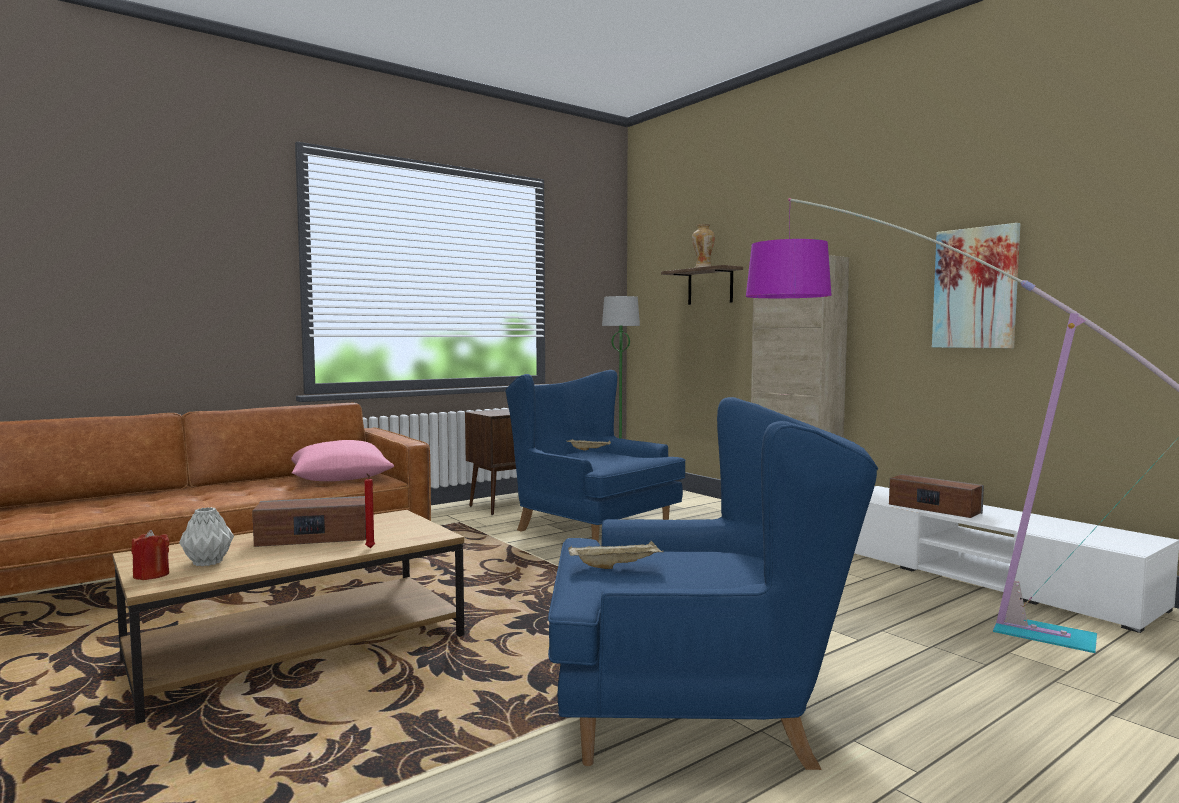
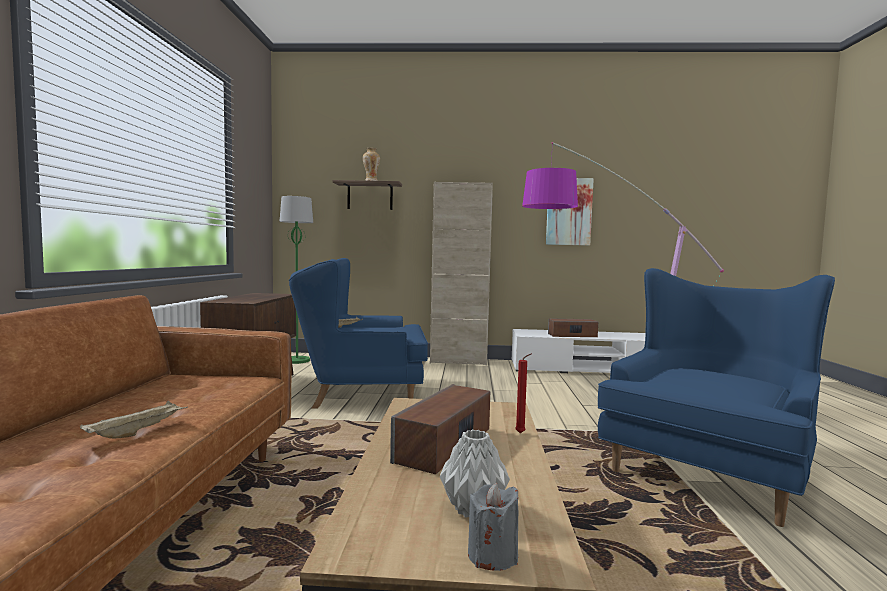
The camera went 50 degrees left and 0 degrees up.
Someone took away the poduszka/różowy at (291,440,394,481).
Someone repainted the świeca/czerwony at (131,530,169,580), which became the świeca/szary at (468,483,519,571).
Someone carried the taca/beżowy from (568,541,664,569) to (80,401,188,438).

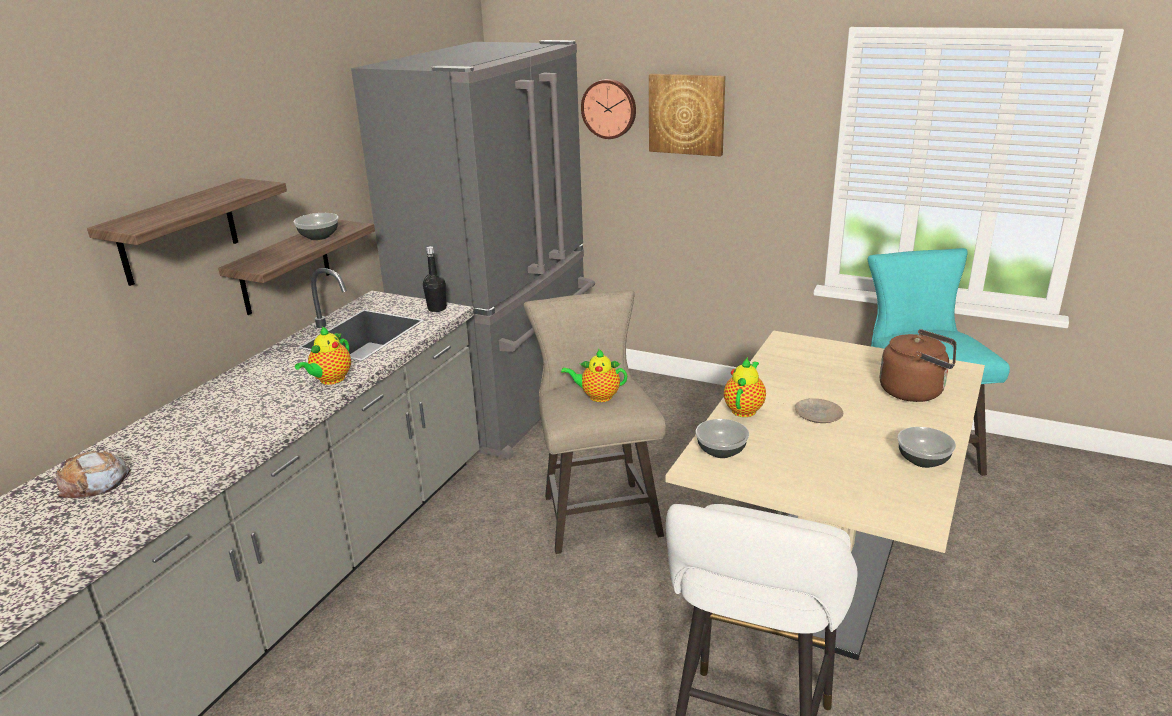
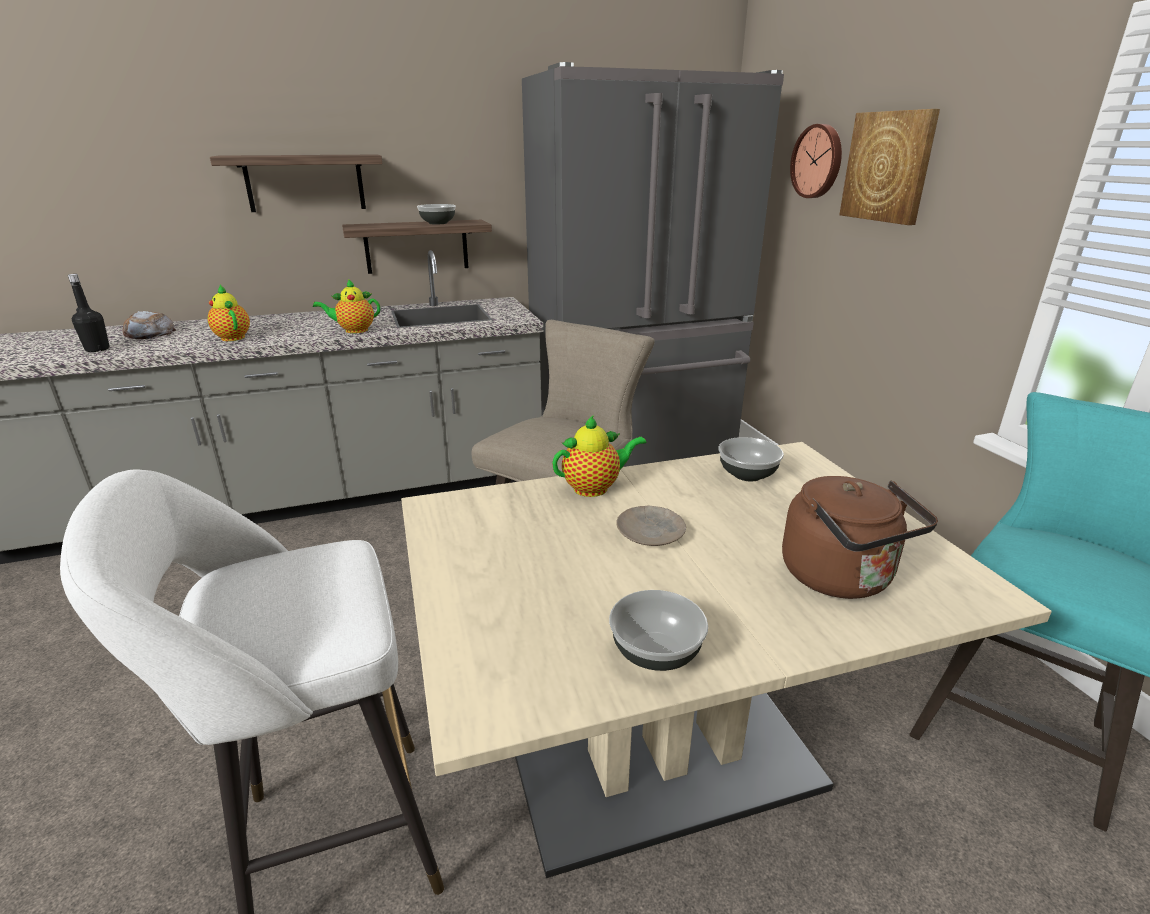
The camera went 45 degrees right and 0 degrees up.
Someone carried the butelka/czarny from (423,246,447,312) to (68,274,110,352).
Someone carried the imbryk from (561,349,627,402) to (208,285,250,341).
Someone carried the miska from (695,419,749,458) to (718,437,784,481).

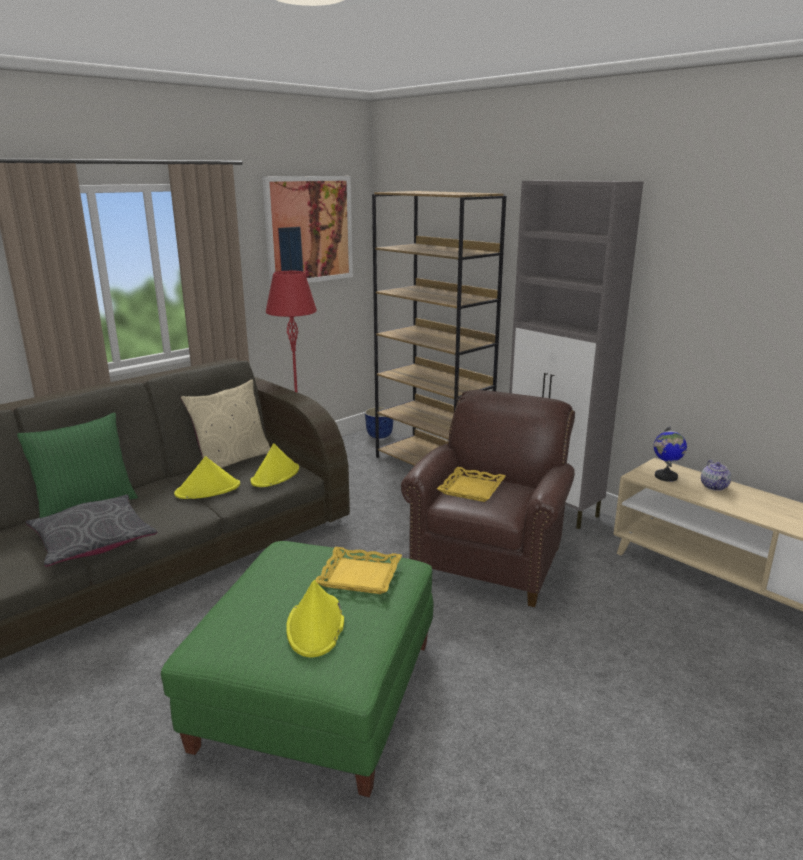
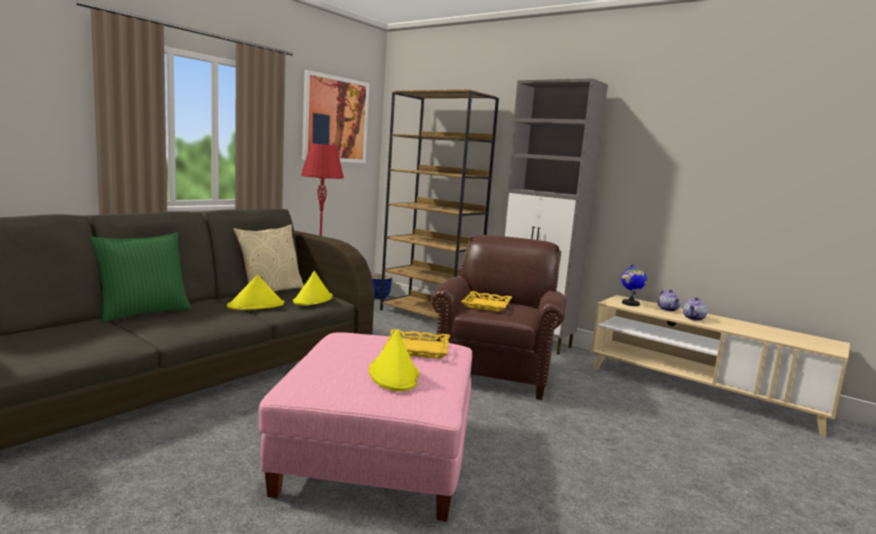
The camera went 10 degrees left and 10 degrees down.
Someone took away the poduszka/szary at (25,495,157,567).
Someone repainted the pufa/zielony at (161,541,433,797), which became the pufa/różowy at (259,332,472,521).
Someone put down the imbryk at (683,297,708,321).

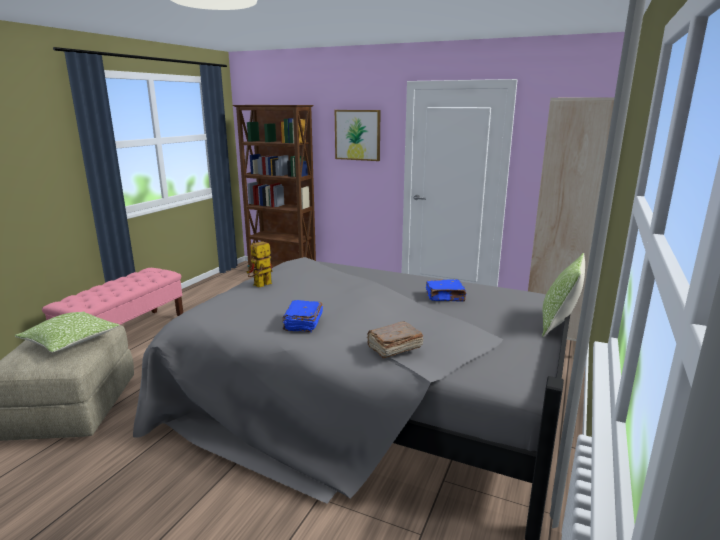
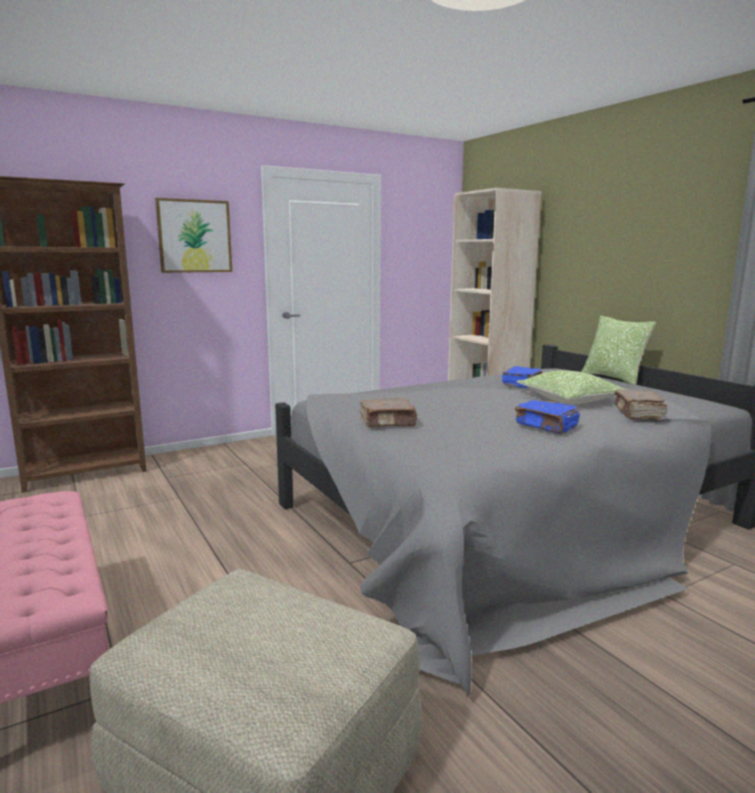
The camera went 55 degrees left and 5 degrees down.
Someone swapped the robot zabawkowy at (246,241,273,287) for the książka/brązowy at (360,398,418,427).
Someone carried the poduszka from (15,311,120,353) to (516,371,629,404).

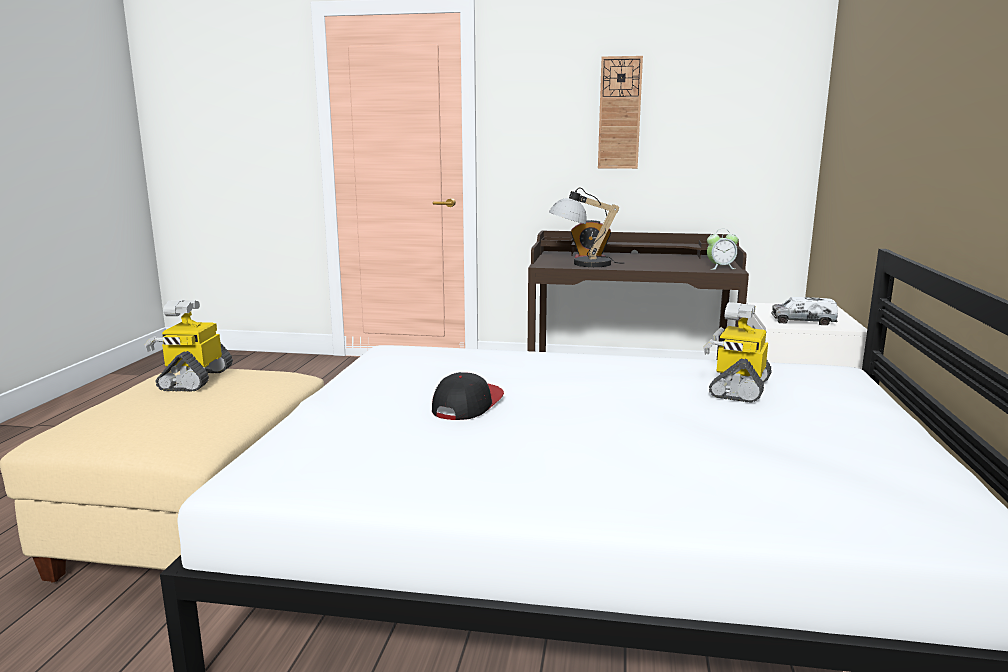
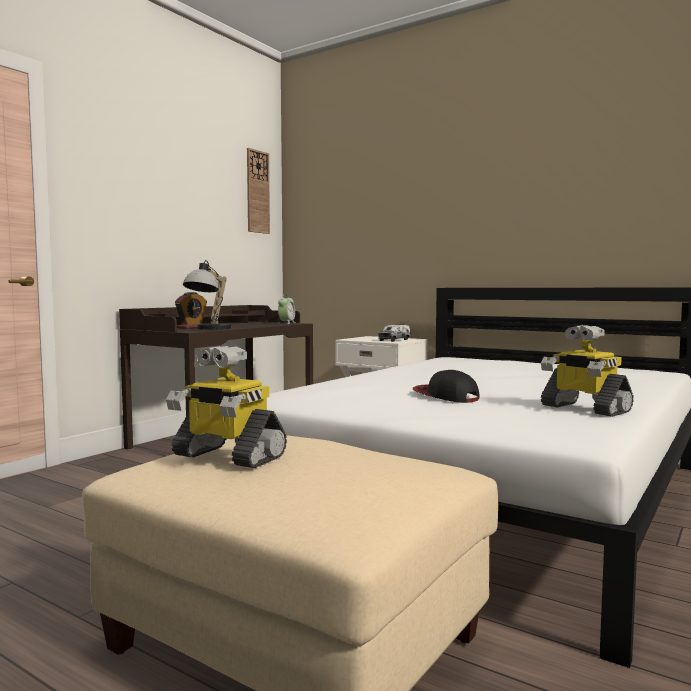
The camera went 65 degrees left and 10 degrees down.
Someone carried the zegar ścienny from (598,56,643,169) to (247,148,270,234).
Someone carried the robot zabawkowy from (703,302,772,402) to (541,325,634,417).

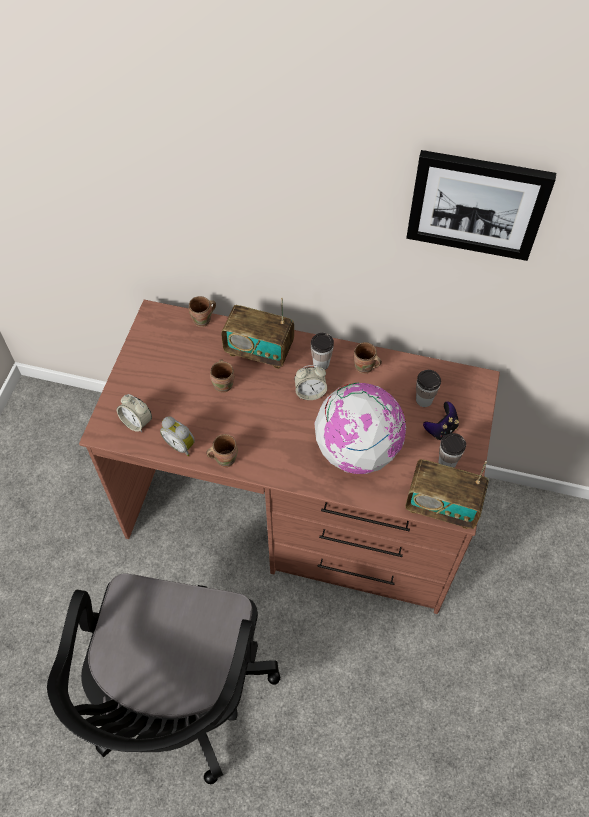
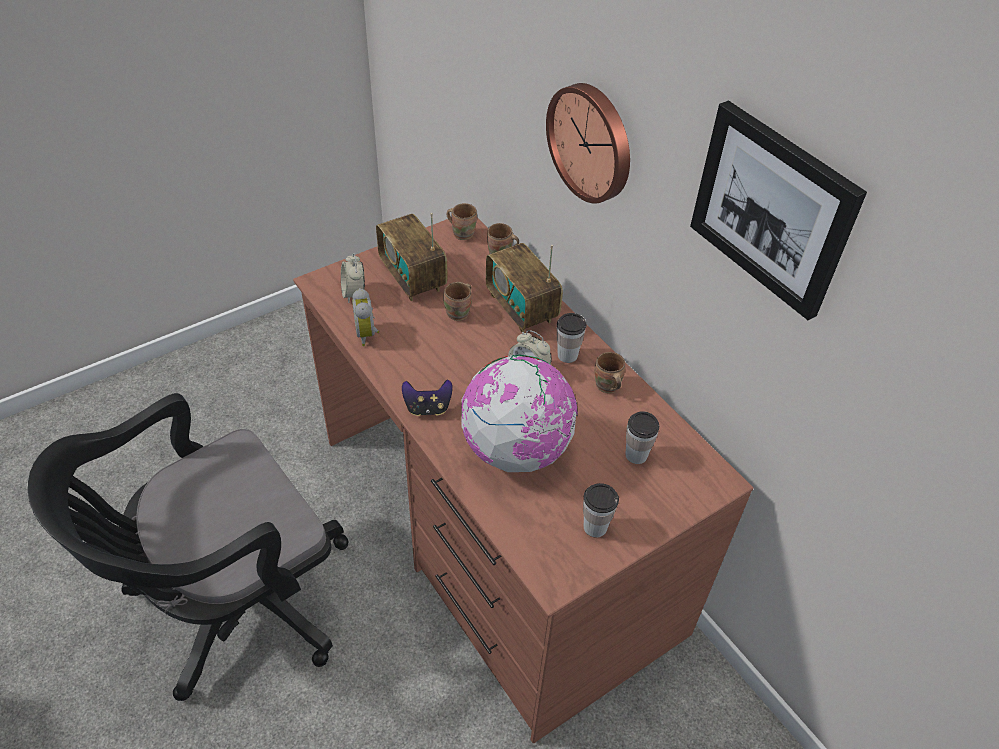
The camera went 40 degrees right and 10 degrees down.
Someone carried the pad do gier from (423,401,459,440) to (402,380,453,416).
Someone carried the kubek/brązowy from (206,434,238,467) to (447,203,477,240).
Someone carried the radio from (405,459,489,529) to (376,213,448,301).
Someone put up the zegar ścienny at (546,83,630,203).

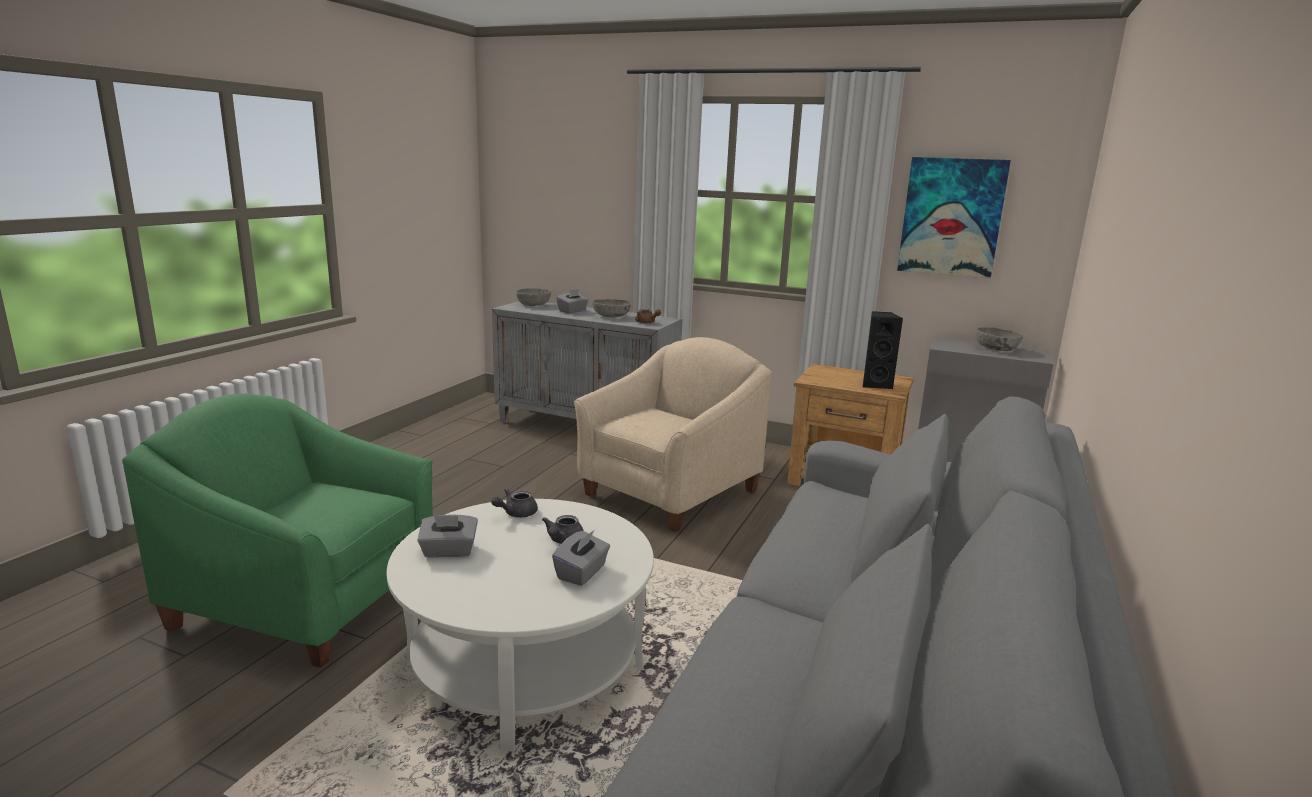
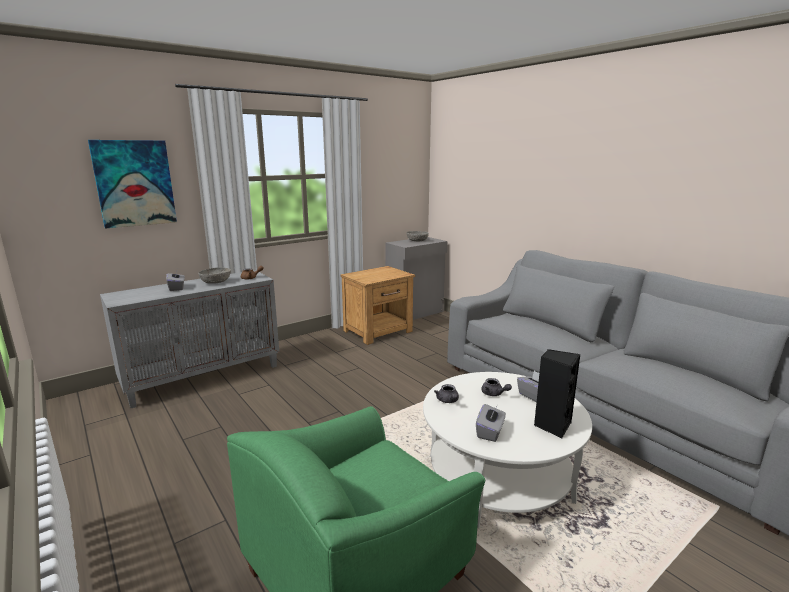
The camera went 60 degrees left and 0 degrees up.
Someone carried the obraz from (897,157,1011,279) to (88,140,177,229).
Someone took away the miska/szary at (516,288,551,306).
Someone carried the głośnik/czarny from (863,311,903,389) to (534,349,580,438).
Someone took away the fotel/beżowy at (574,337,772,532).

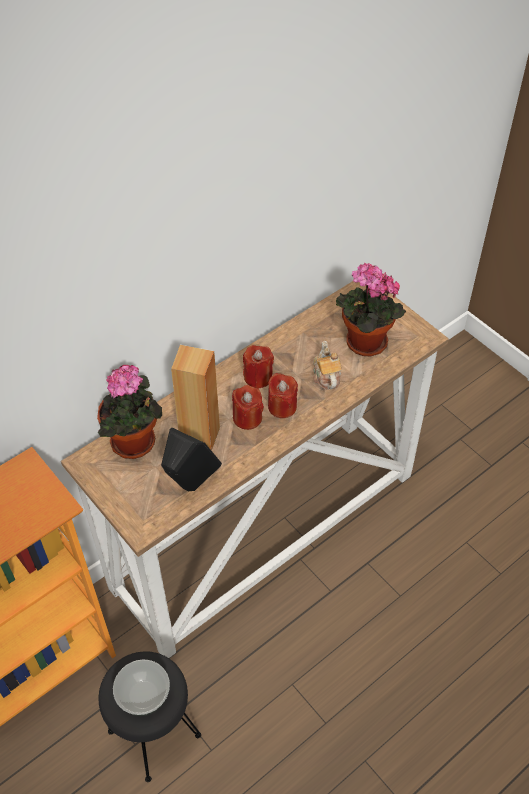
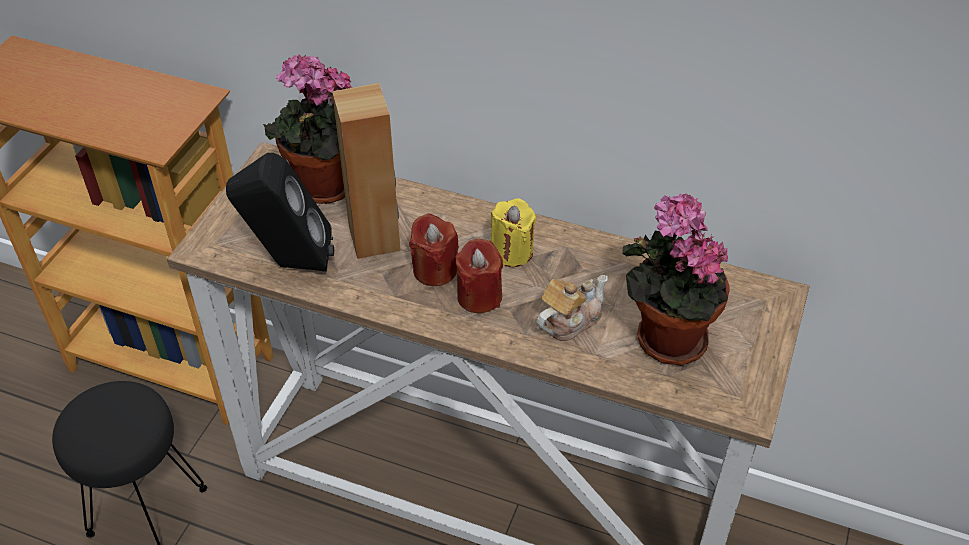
The camera went 60 degrees right and 5 degrees down.
Someone repainted the świeca/czerwony at (243,345,274,388), which became the świeca/żółty at (491,198,537,267).
Someone took away the miska at (113,660,170,716).

